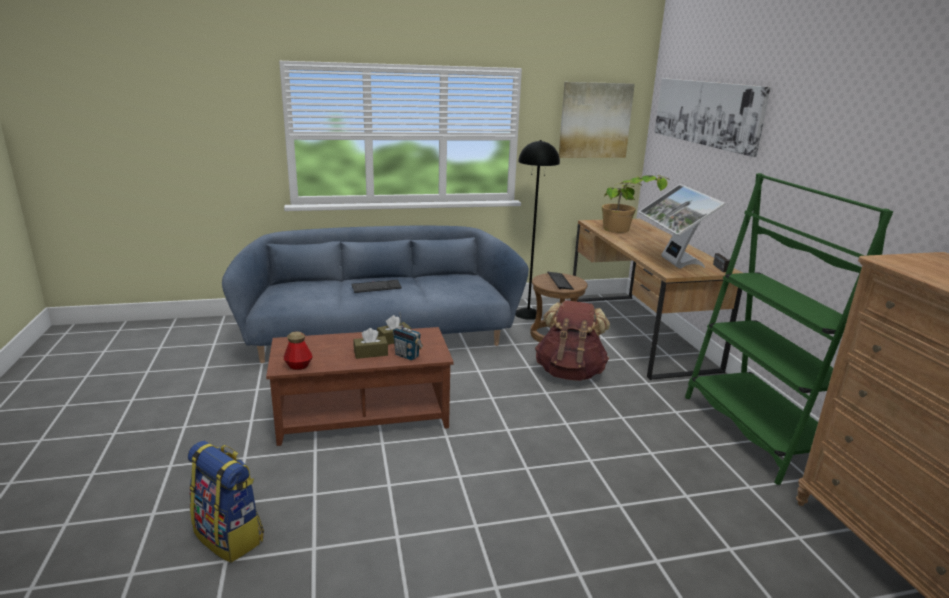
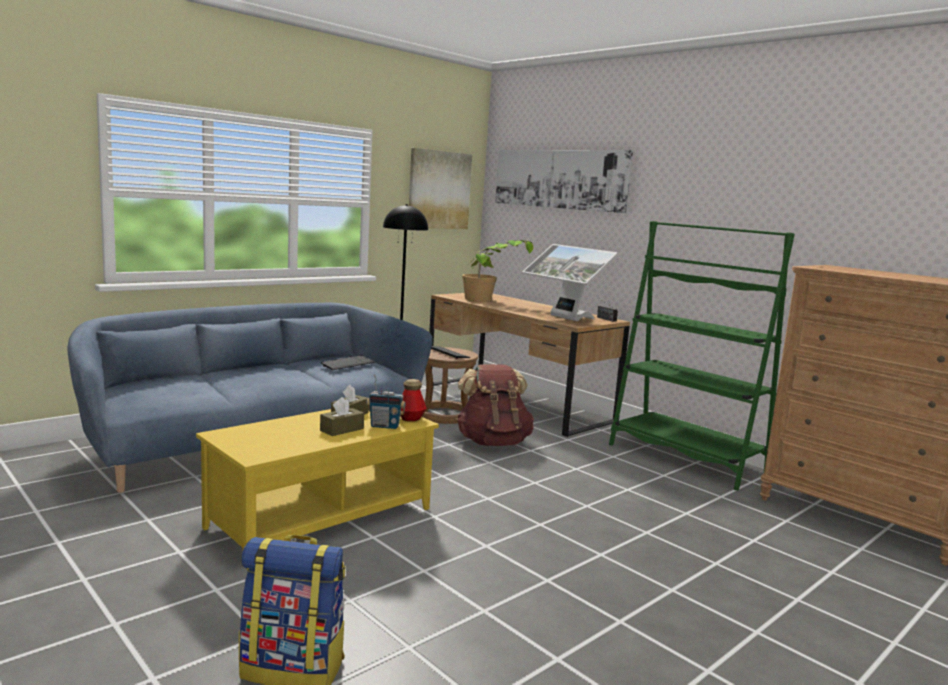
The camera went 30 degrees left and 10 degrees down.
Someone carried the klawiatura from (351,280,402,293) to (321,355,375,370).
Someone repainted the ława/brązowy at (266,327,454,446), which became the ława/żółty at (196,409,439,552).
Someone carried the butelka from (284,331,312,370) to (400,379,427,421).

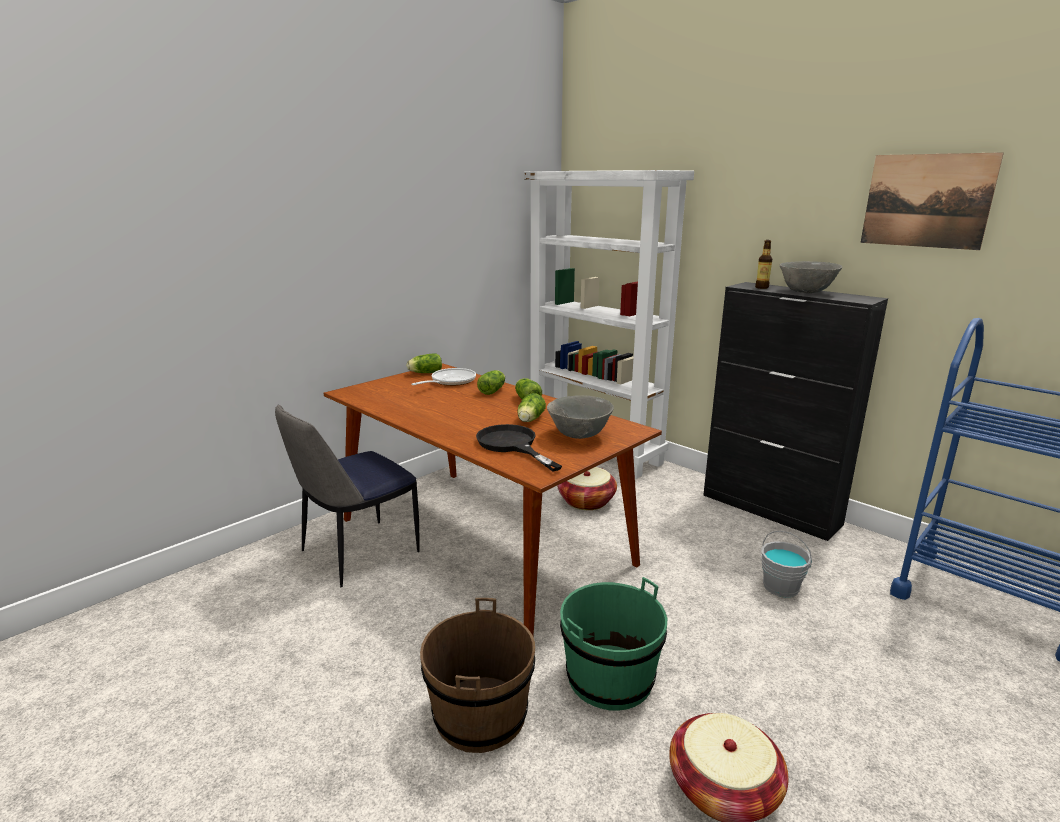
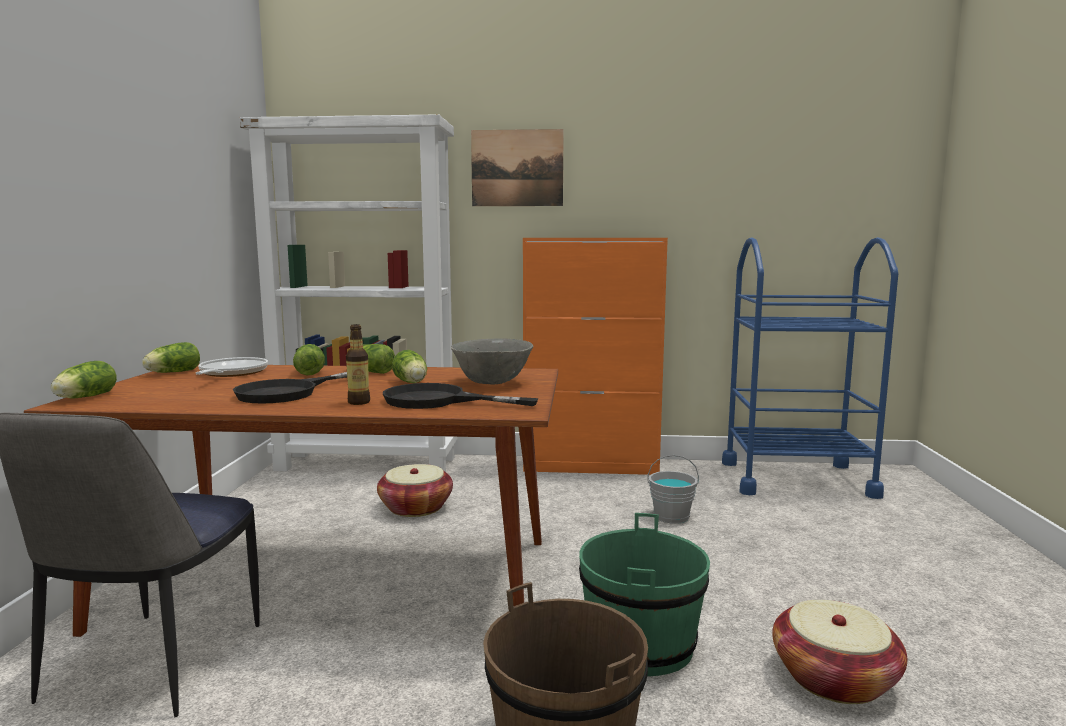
The camera went 40 degrees left and 10 degrees down.
Someone carried the obraz from (861,152,1004,250) to (471,129,564,206).
Someone carried the butelka from (755,240,772,289) to (346,324,370,405).
Someone took away the miska/szary at (779,261,843,293).
Someone repainted the szafka/czarny at (703,282,888,541), which became the szafka/pomarańczowy at (523,238,668,475).
Someone put down the sałata at (51,361,117,398).
Someone put down the patelnia/czarny at (233,372,347,404).

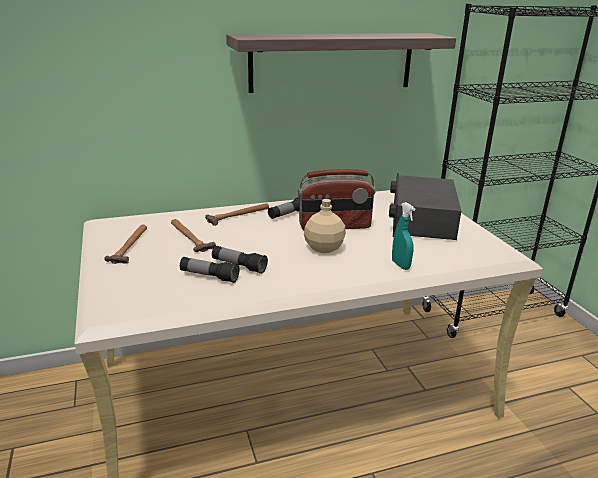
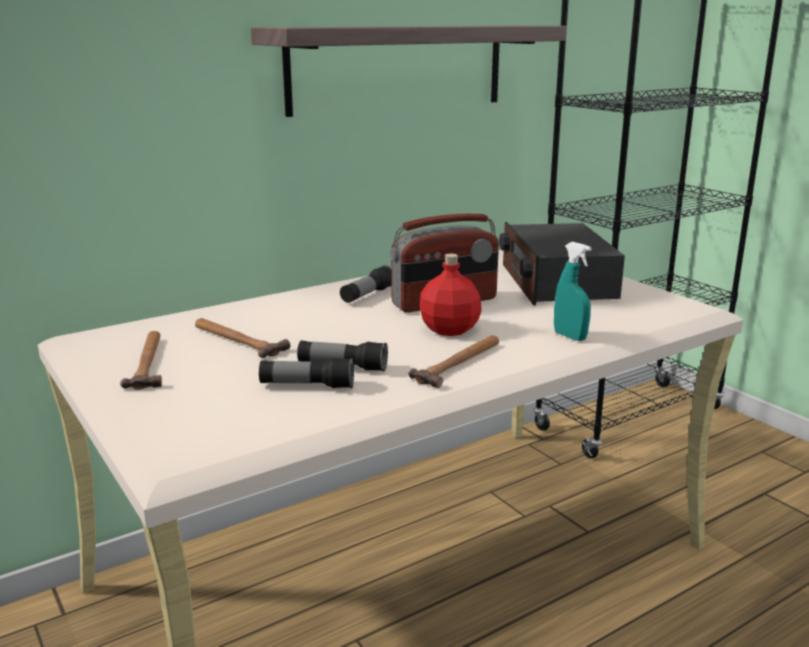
The camera went 15 degrees left and 5 degrees down.
Someone repainted the butelka/beżowy at (304,199,346,253), which became the butelka/czerwony at (420,253,482,336).
Someone carried the młotek from (205,203,269,226) to (408,335,499,388).

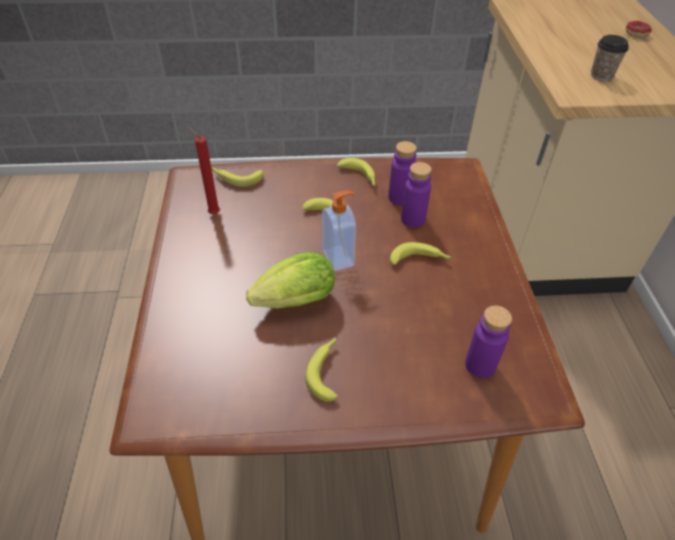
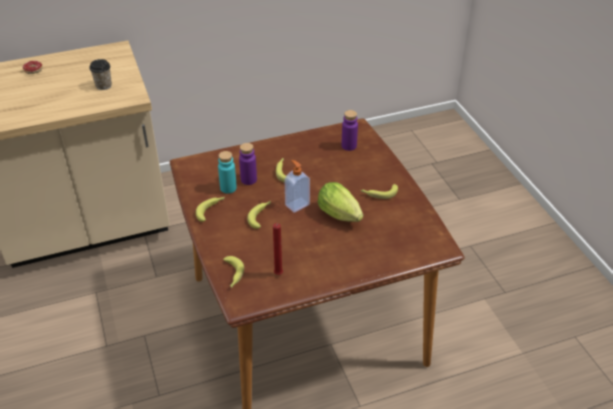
The camera went 105 degrees left and 5 degrees down.
Someone repainted the butelka/fioletowy at (388,141,417,205), which became the butelka/turkusowy at (218,151,237,194).

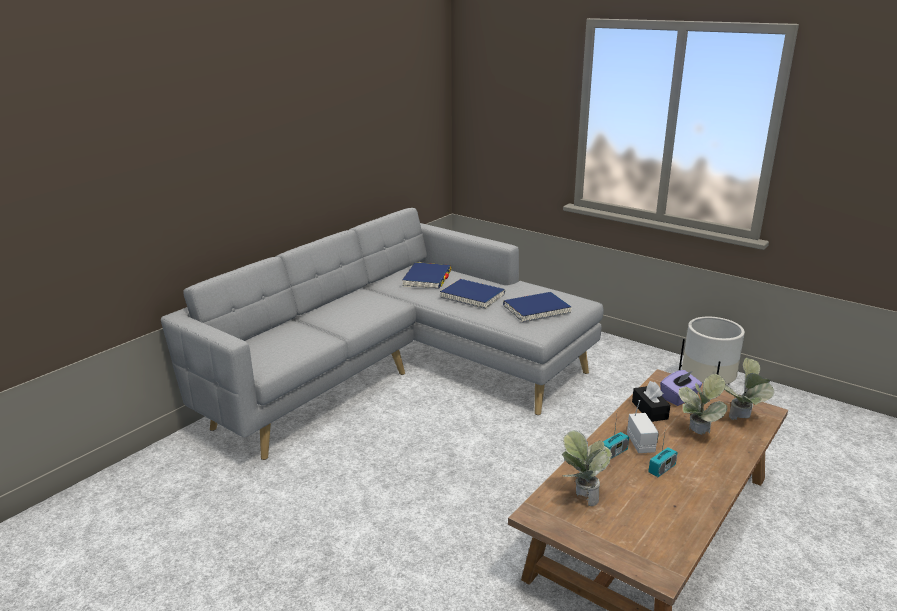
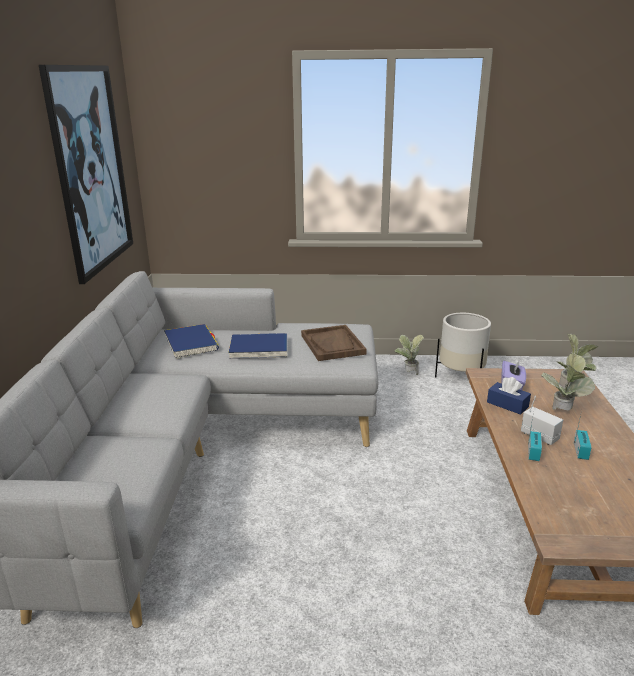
The camera went 35 degrees left and 0 degrees up.
Someone swapped the książka/niebieski at (503,292,572,323) for the taca/brązowy at (301,325,367,361).
Someone repainted the pudełko chusteczek/czarny at (632,381,670,422), which became the pudełko chusteczek/niebieski at (487,377,531,415).
Someone carried the roślina doniczkowa from (562,430,612,506) to (394,335,424,375).
Someone put up the obraz at (39,65,133,284).

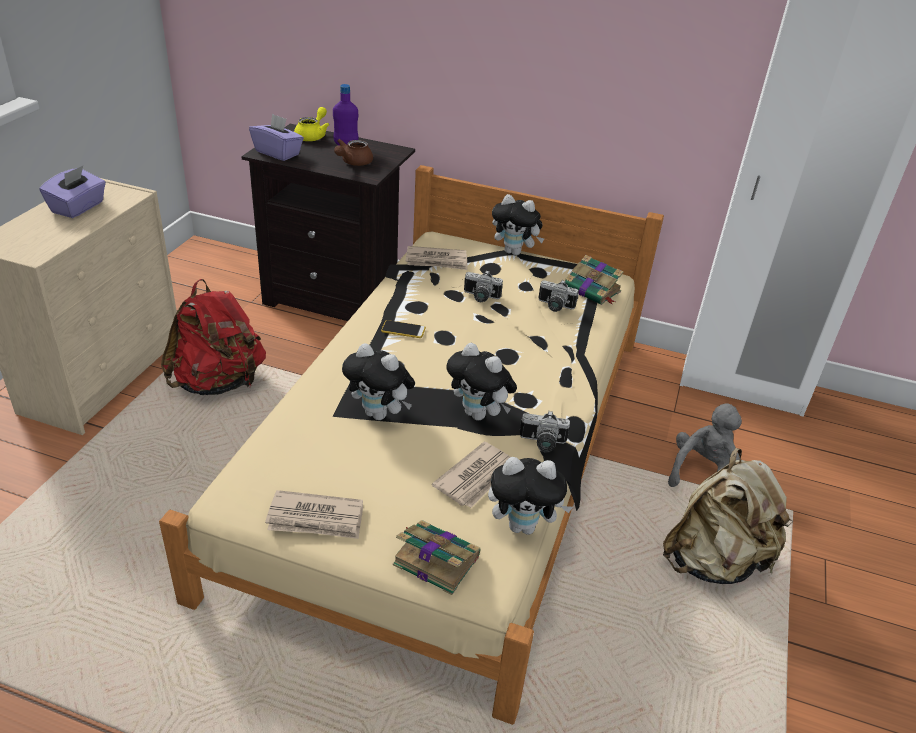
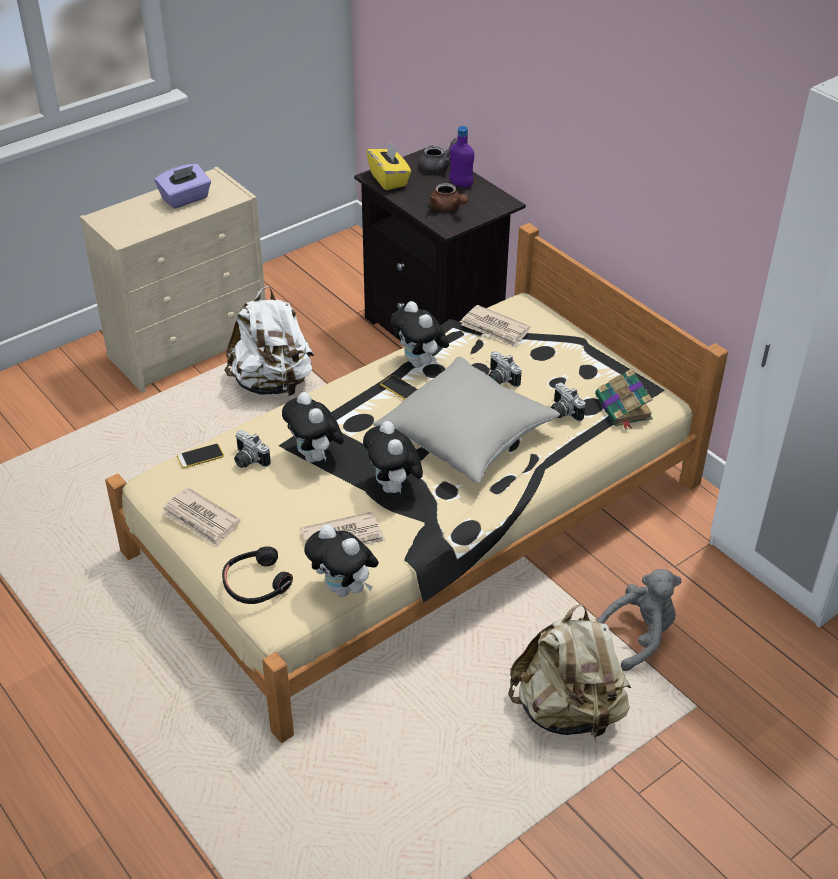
The camera went 35 degrees right and 5 degrees up.
Someone repainted the imbryk/żółty at (294,107,329,141), which became the imbryk/szary at (419,138,458,173).
Someone repainted the pudełko chusteczek/fioletowy at (249,113,304,161), which became the pudełko chusteczek/żółty at (367,141,411,190).
Someone rotated the imbryk/brązowy at (334,139,373,166) by 105 degrees counterclockwise.
Someone carried the pluszak from (492,194,544,255) to (391,301,449,368).
Someone repainted the plecak/czerwony at (161,279,266,395), which became the plecak/biały at (224,286,314,396).
Someone carried the aparat fotograficzny from (519,411,570,453) to (234,430,271,468).
Someone swapped the książka at (393,520,480,595) for the słuchawki/czarny at (222,546,293,604).
Someone put down the poduszka/szary at (373,357,560,484).
Someone put down the telefon at (177,443,224,468).

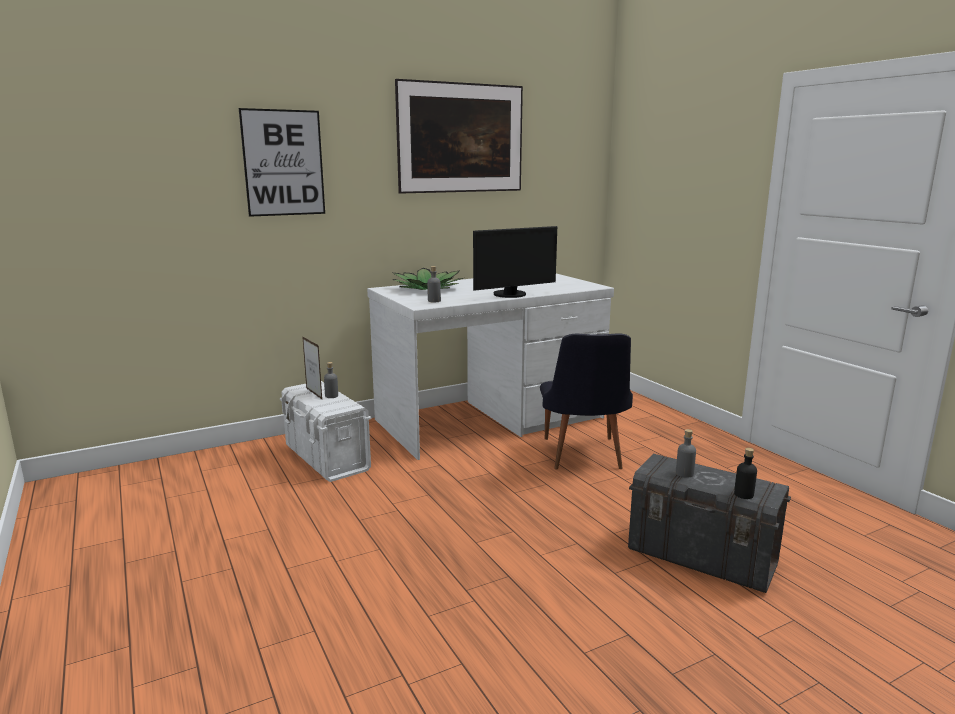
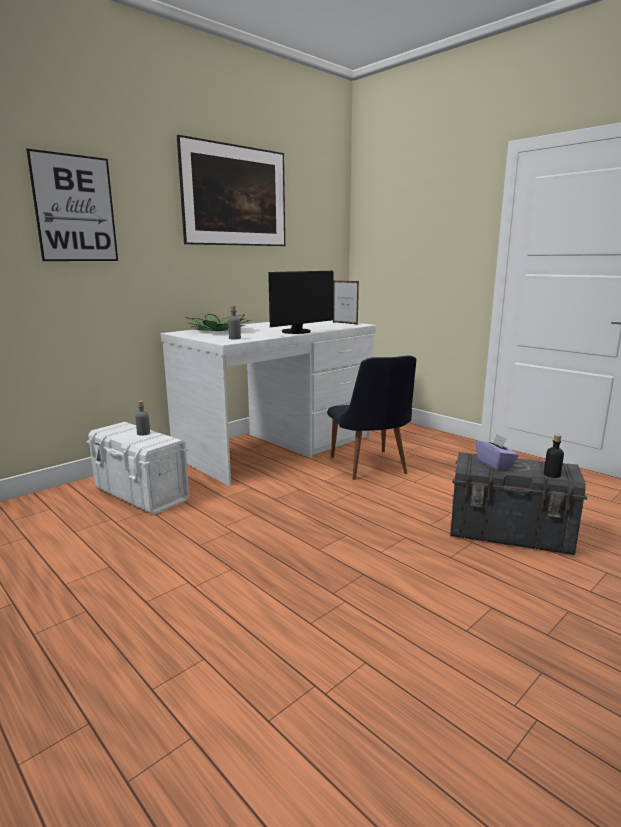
The camera went 15 degrees left and 0 degrees up.
Someone carried the ramka na zdjęcie from (302,336,322,399) to (333,280,359,325).
Someone swapped the butelka/szary at (676,429,696,478) for the pudełko chusteczek/fioletowy at (476,434,519,470).

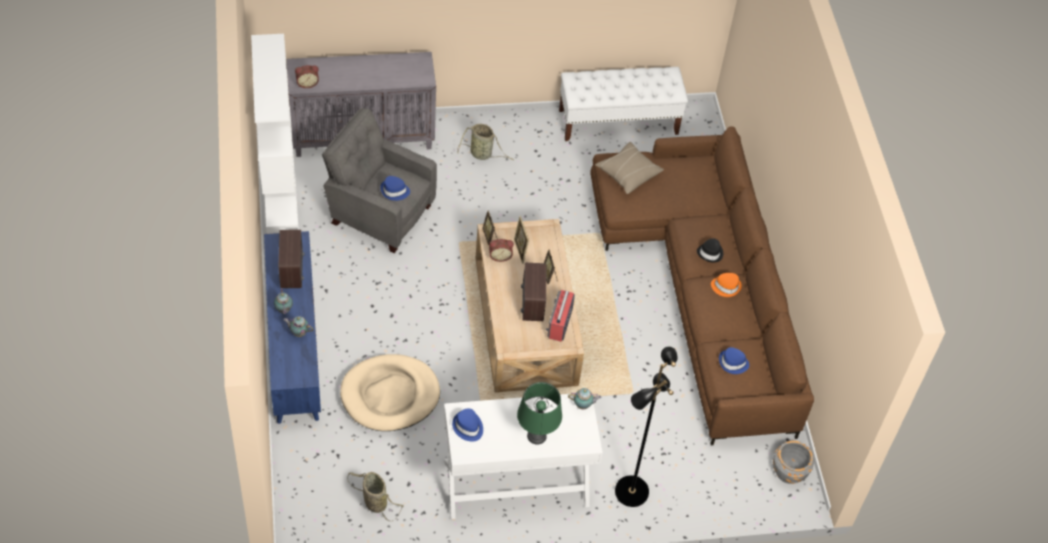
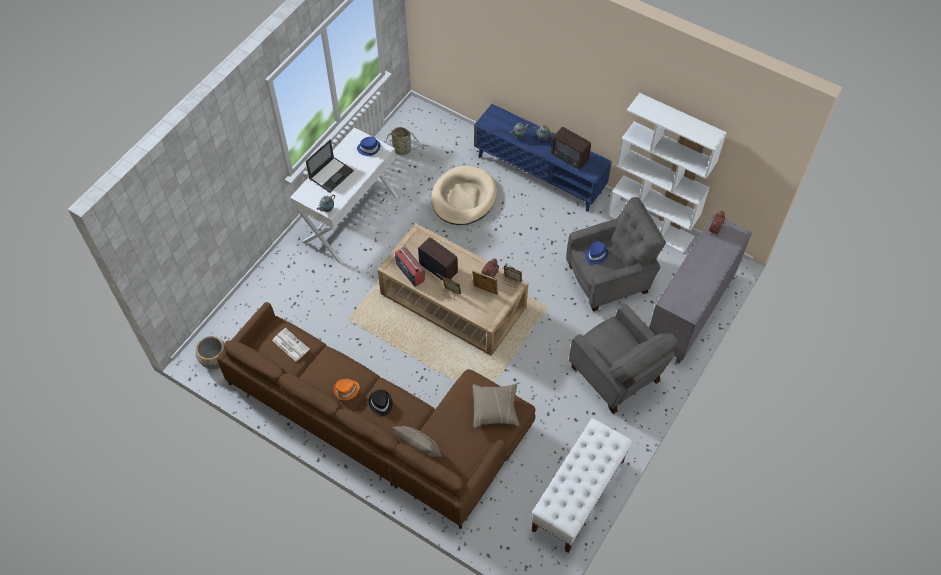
The camera went 135 degrees right and 5 degrees up.
Someone swapped the koszyk at (457,124,514,160) for the fotel/szary at (569,304,677,414).
Someone took away the lampa stojąca/czarny at (615,346,678,507).
Someone swapped the kapelusz/niebieski at (719,347,749,374) for the gazeta at (272,328,310,362).
Someone swapped the lampa stołowa/zielony at (517,382,562,444) for the laptop at (306,139,354,193).
Someone put down the poduszka/beżowy at (392,426,443,457).

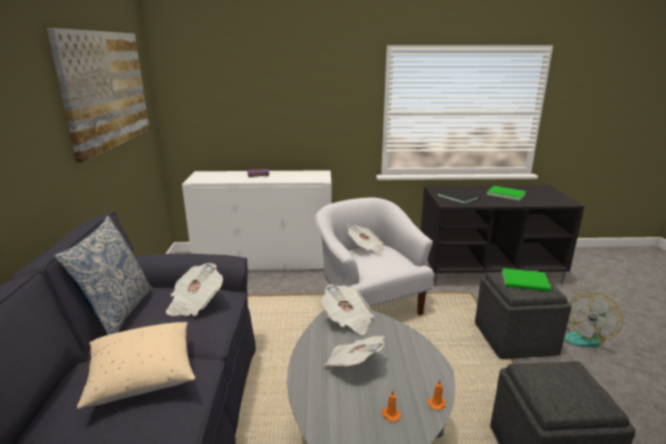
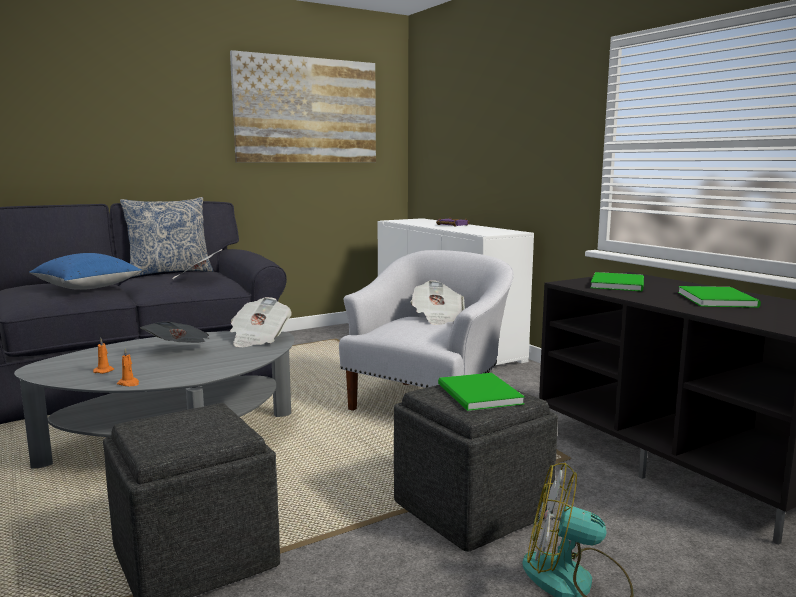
The camera went 60 degrees right and 10 degrees down.
Someone repainted the książka/czarny at (438,188,480,204), which became the książka/zielony at (590,272,644,291).
Someone repainted the poduszka/beżowy at (77,322,195,409), which became the poduszka/niebieski at (29,253,142,290).

